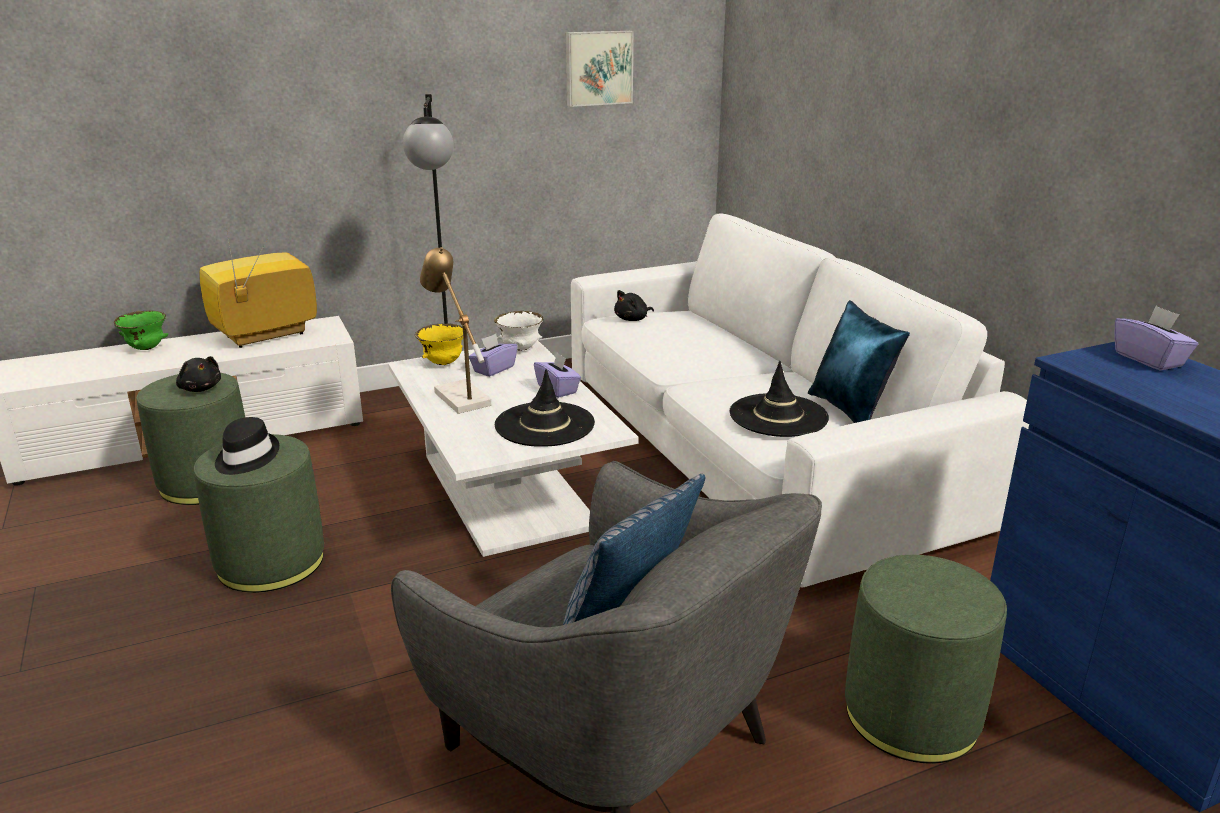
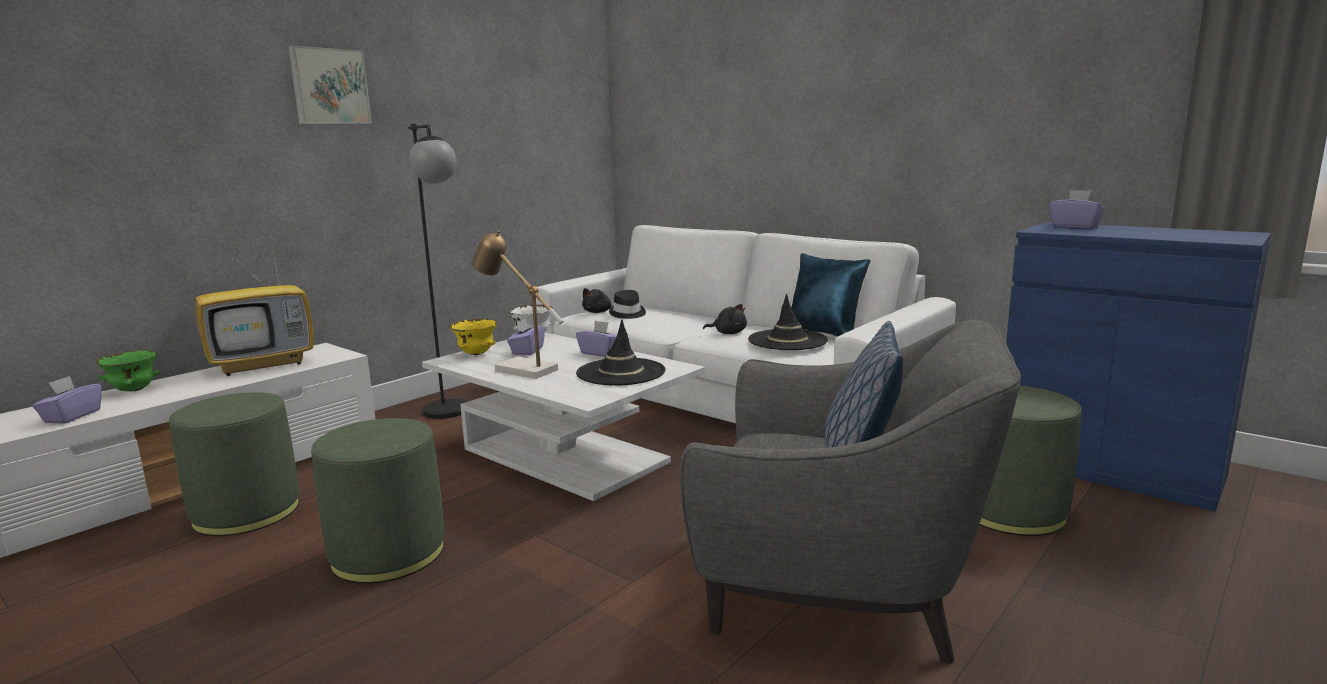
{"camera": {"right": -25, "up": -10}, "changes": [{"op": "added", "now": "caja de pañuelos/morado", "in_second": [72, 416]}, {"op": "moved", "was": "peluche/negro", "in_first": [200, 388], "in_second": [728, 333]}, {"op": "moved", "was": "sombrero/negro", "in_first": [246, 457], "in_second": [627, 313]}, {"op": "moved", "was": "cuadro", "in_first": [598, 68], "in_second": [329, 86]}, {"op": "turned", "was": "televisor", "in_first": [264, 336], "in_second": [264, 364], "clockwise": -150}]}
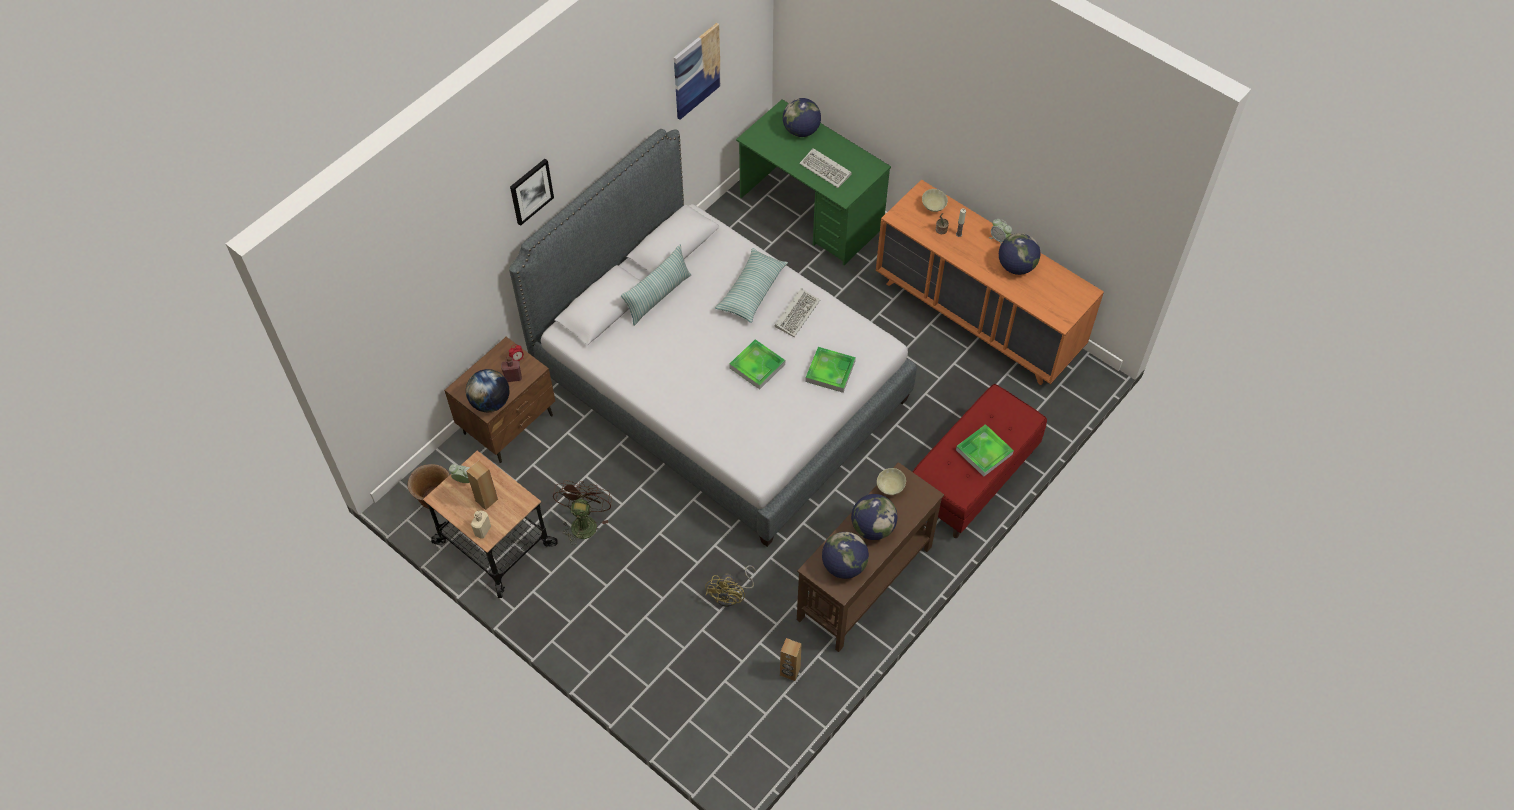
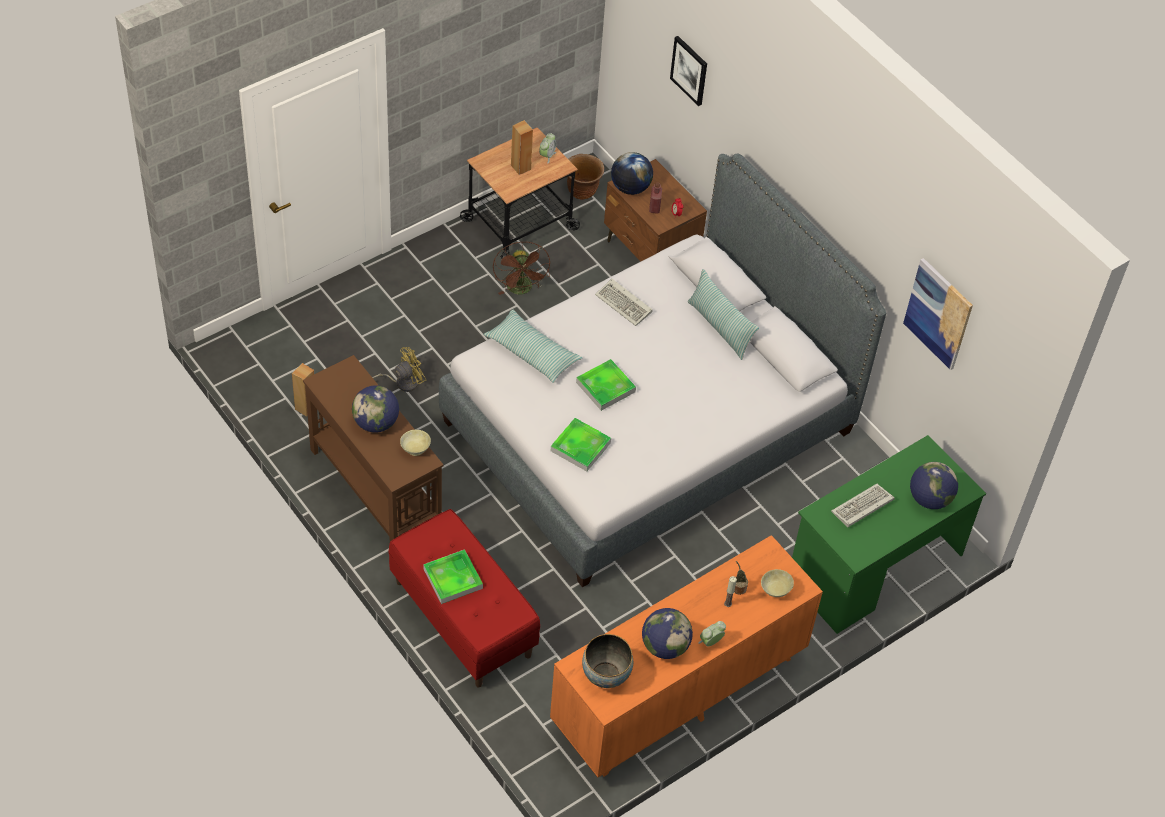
{"camera": {"right": 100, "up": -5}, "changes": [{"op": "removed", "was": "botella/beis", "in_first": [482, 530]}, {"op": "removed", "was": "globo terráqueo", "in_first": [844, 565]}, {"op": "added", "now": "cuenco", "in_second": [606, 675]}, {"op": "moved", "was": "cuadro", "in_first": [531, 191], "in_second": [689, 70]}, {"op": "moved", "was": "cojín", "in_first": [752, 291], "in_second": [532, 352]}, {"op": "moved", "was": "teclado", "in_first": [797, 313], "in_second": [625, 304]}, {"op": "turned", "was": "ventilador/marrón", "in_first": [584, 522], "in_second": [521, 290], "clockwise": 60}, {"op": "turned", "was": "ventilador/amarillo", "in_first": [731, 595], "in_second": [402, 382], "clockwise": 120}]}
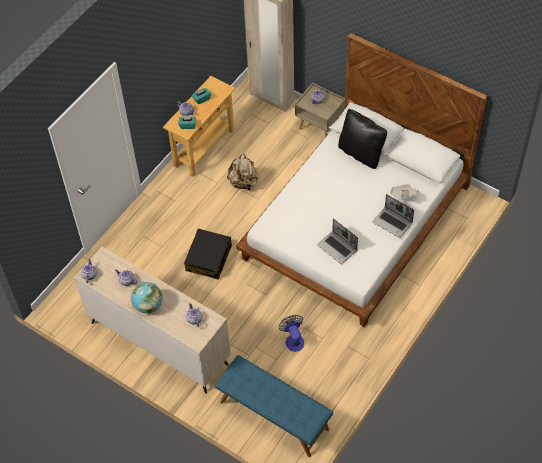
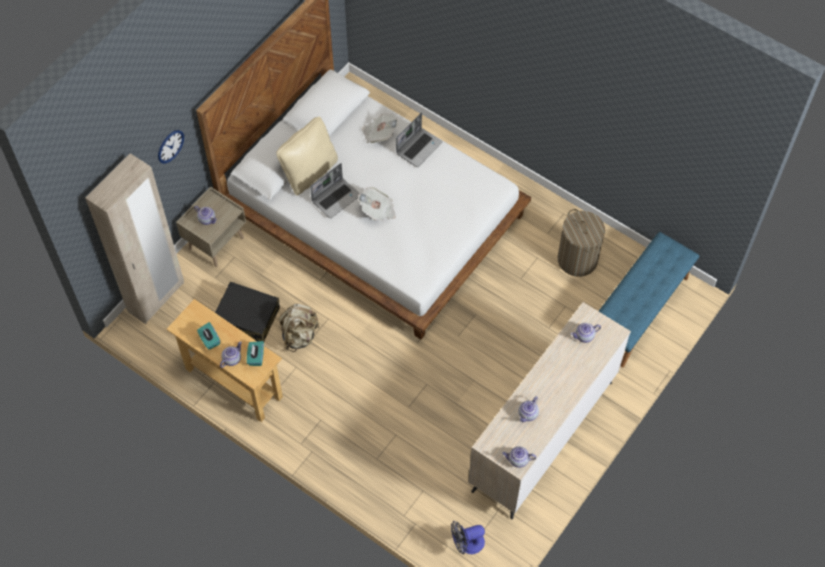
{"camera": {"right": -90, "up": 5}, "changes": [{"op": "removed", "was": "globo terráqueo", "in_first": [148, 305]}, {"op": "added", "now": "reloj de pared", "in_second": [170, 146]}, {"op": "added", "now": "periódico", "in_second": [378, 210]}, {"op": "added", "now": "cesto de la ropa", "in_second": [577, 259]}, {"op": "moved", "was": "maleta/negro", "in_first": [209, 258], "in_second": [247, 318]}, {"op": "moved", "was": "ventilador", "in_first": [293, 339], "in_second": [467, 544]}, {"op": "moved", "was": "portátil", "in_first": [337, 248], "in_second": [336, 198]}, {"op": "recoloured", "was": "cojín/negro", "now": "cojín/beis", "in_first": [361, 153], "in_second": [309, 172]}]}
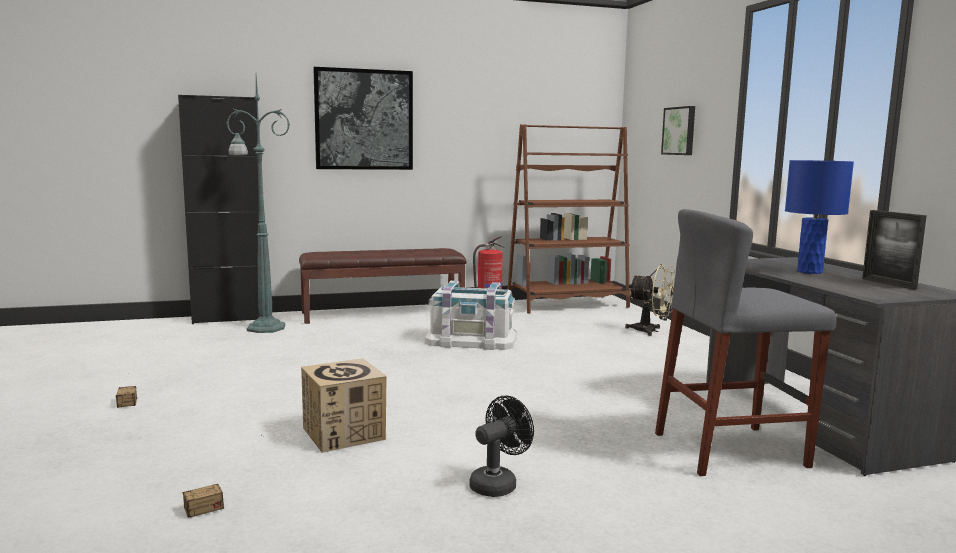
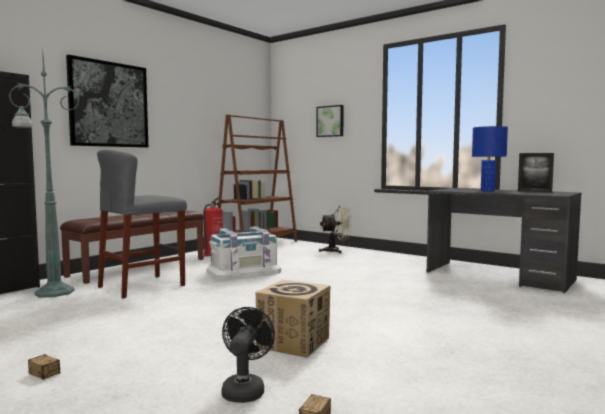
{"camera": {"right": -35, "up": -5}, "changes": [{"op": "moved", "was": "ventilador/negro", "in_first": [498, 484], "in_second": [245, 389]}, {"op": "moved", "was": "taburete/gris", "in_first": [730, 450], "in_second": [142, 286]}]}
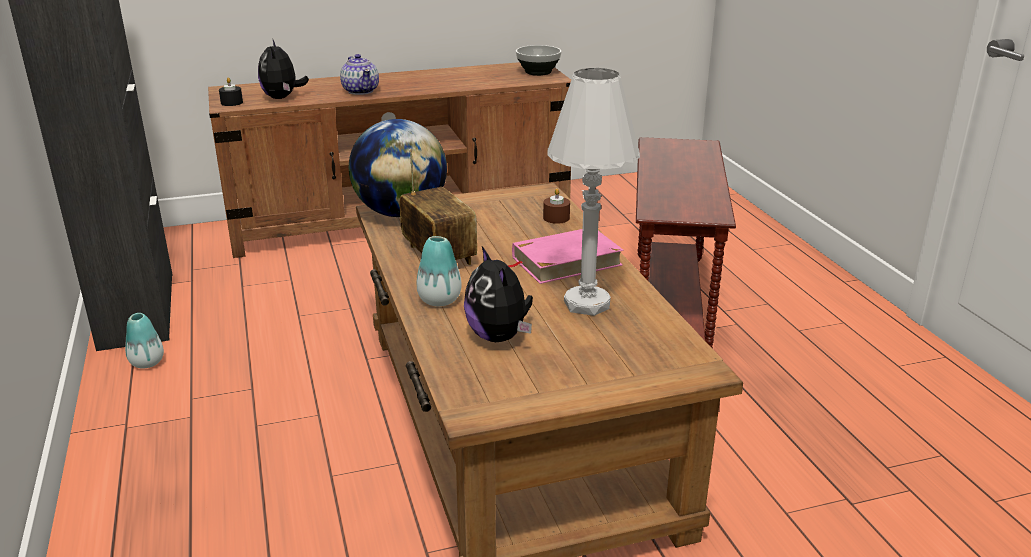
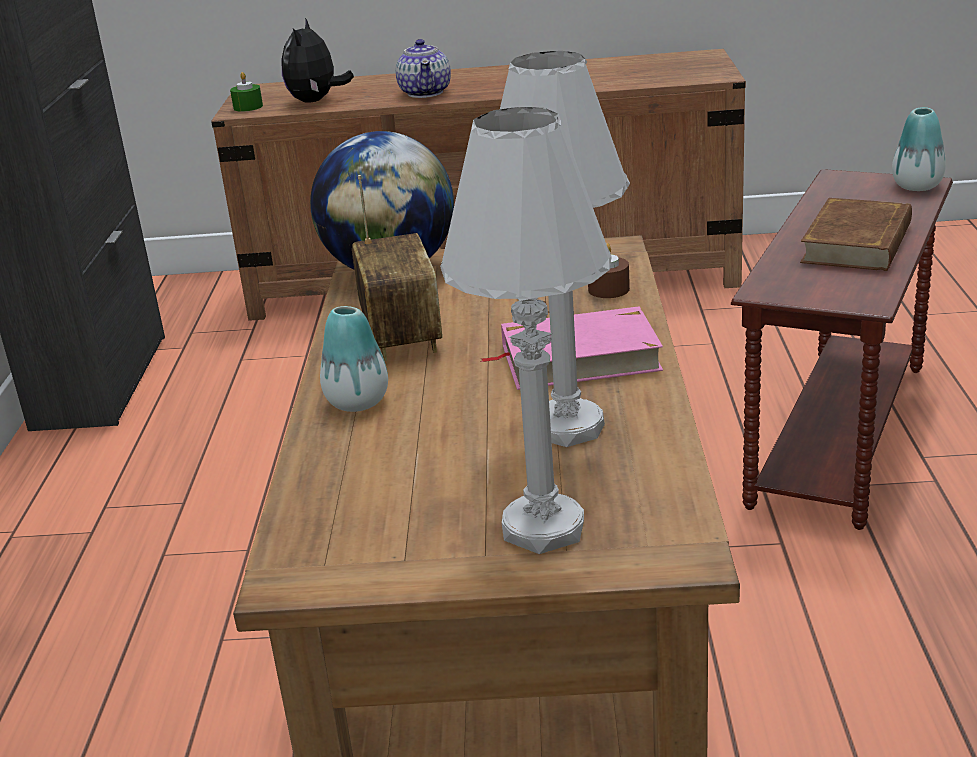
{"camera": {"right": 20, "up": 0}, "changes": [{"op": "removed", "was": "peluche", "in_first": [499, 336]}, {"op": "removed", "was": "cuenco", "in_first": [537, 72]}, {"op": "added", "now": "lámpara de mesa/blanco", "in_second": [543, 529]}, {"op": "added", "now": "libro/marrón", "in_second": [858, 243]}, {"op": "moved", "was": "florero", "in_first": [147, 363], "in_second": [917, 186]}, {"op": "recoloured", "was": "vela/negro", "now": "vela/verde", "in_first": [232, 102], "in_second": [248, 107]}]}
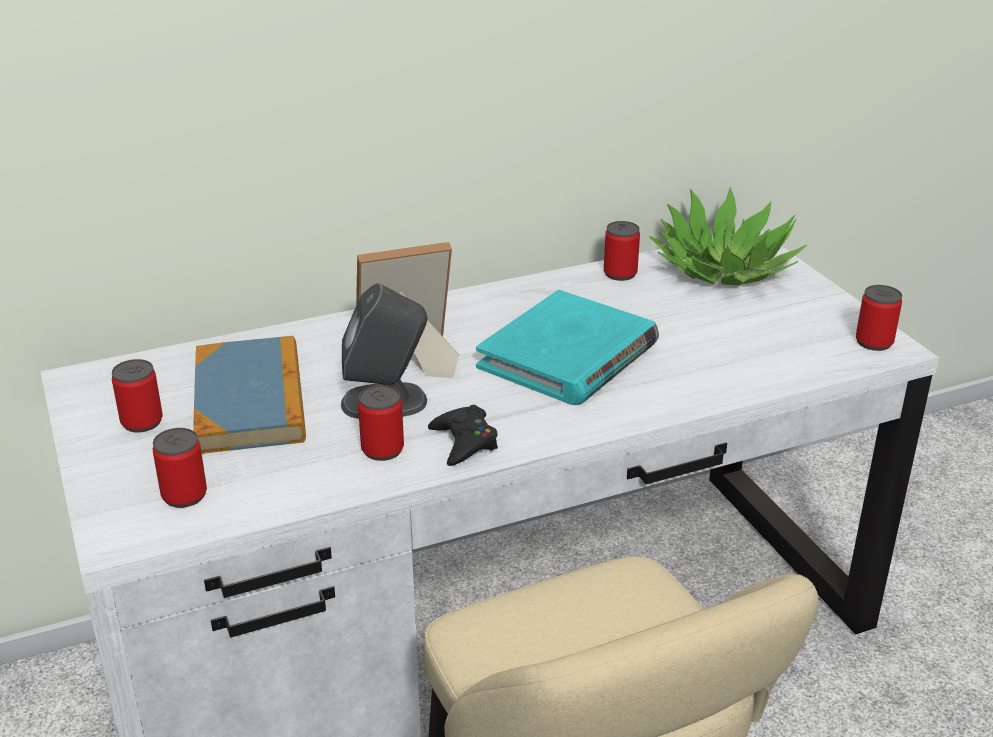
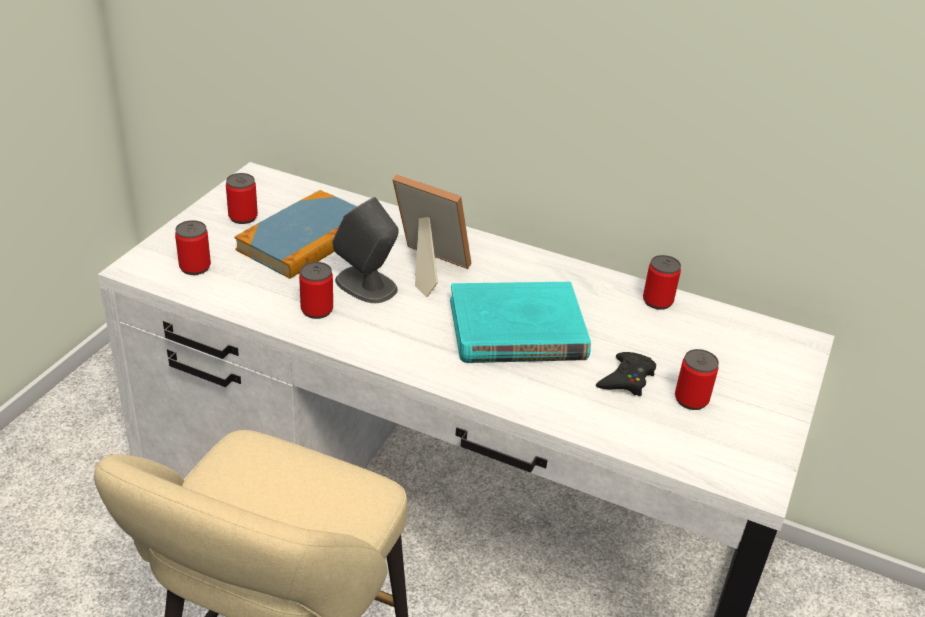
{"camera": {"right": 45, "up": 5}, "changes": [{"op": "removed", "was": "planta en maceta", "in_first": [724, 268]}, {"op": "moved", "was": "mando de consola/negro", "in_first": [464, 442], "in_second": [626, 379]}, {"op": "moved", "was": "lata", "in_first": [874, 342], "in_second": [691, 399]}]}
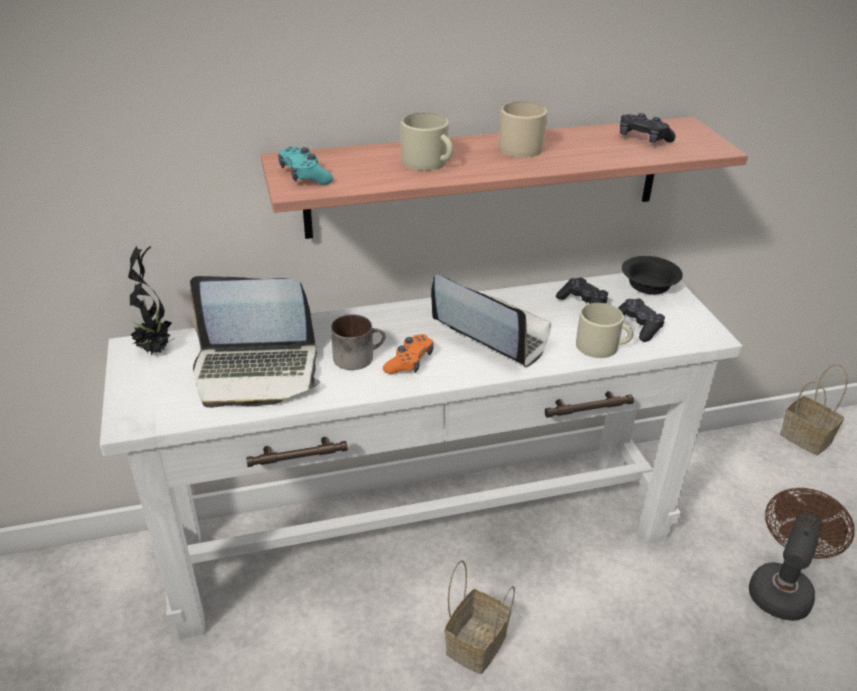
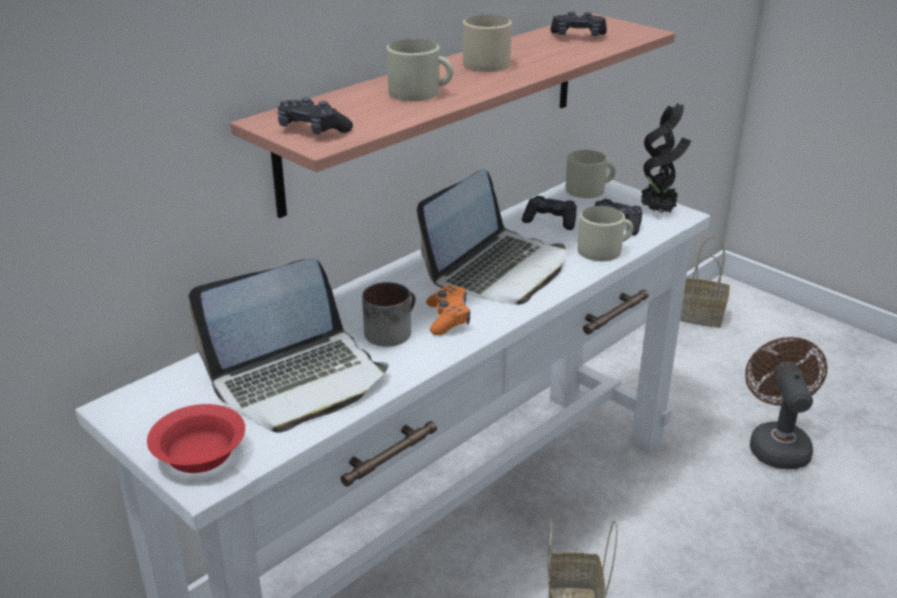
{"camera": {"right": -30, "up": -5}, "changes": [{"op": "added", "now": "cuenco/rojo", "in_second": [200, 453]}, {"op": "moved", "was": "planta en maceta", "in_first": [156, 350], "in_second": [659, 211]}, {"op": "replaced", "was": "cuenco/negro", "now": "taza grande/beis", "in_first": [650, 285], "in_second": [590, 189]}, {"op": "recoloured", "was": "mando de consola/turquesa", "now": "mando de consola/negro", "in_first": [304, 176], "in_second": [313, 130]}, {"op": "turned", "was": "portátil", "in_first": [491, 333], "in_second": [497, 270], "clockwise": 120}]}
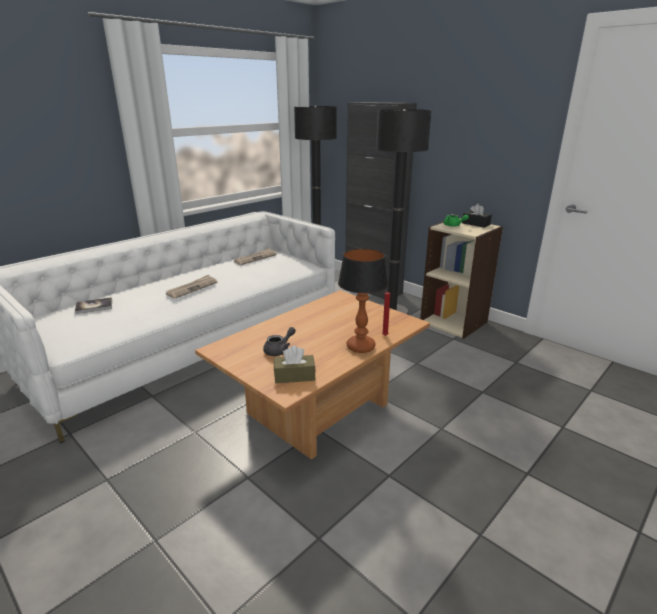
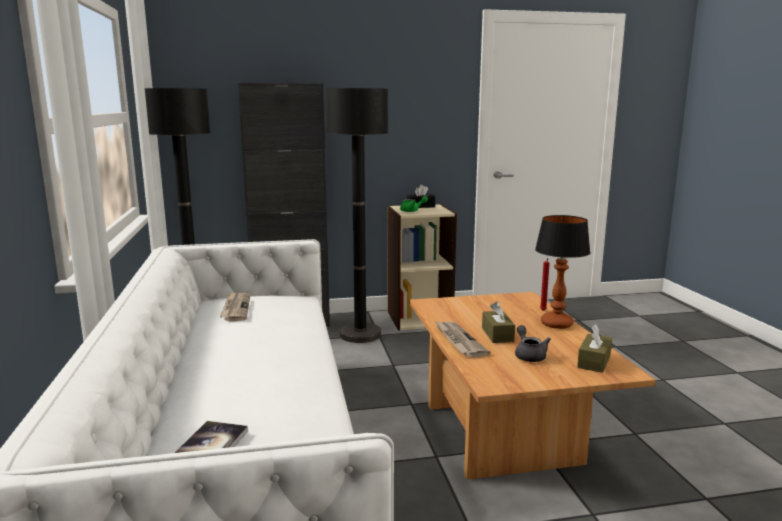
{"camera": {"right": -55, "up": -10}, "changes": [{"op": "added", "now": "caja de pañuelos/marrón", "in_second": [497, 334]}, {"op": "moved", "was": "periódico", "in_first": [192, 288], "in_second": [458, 341]}]}
